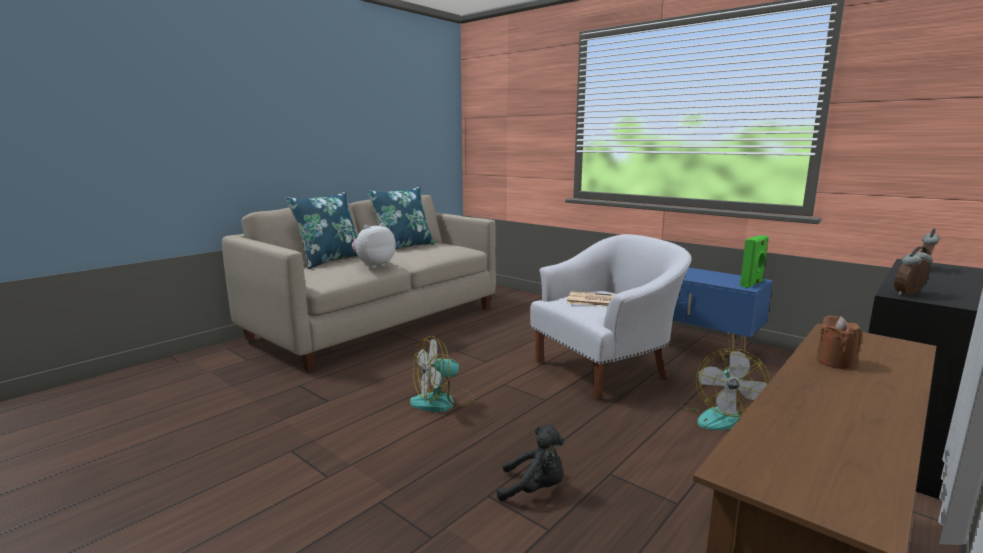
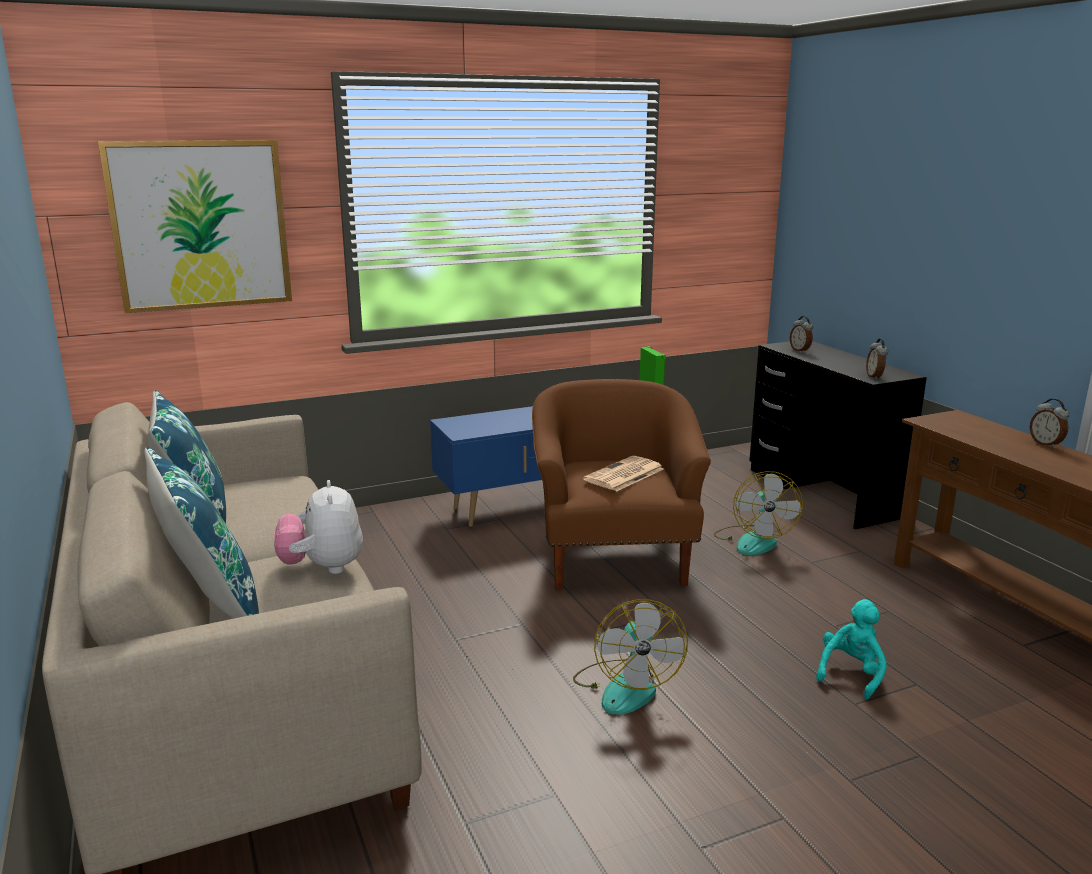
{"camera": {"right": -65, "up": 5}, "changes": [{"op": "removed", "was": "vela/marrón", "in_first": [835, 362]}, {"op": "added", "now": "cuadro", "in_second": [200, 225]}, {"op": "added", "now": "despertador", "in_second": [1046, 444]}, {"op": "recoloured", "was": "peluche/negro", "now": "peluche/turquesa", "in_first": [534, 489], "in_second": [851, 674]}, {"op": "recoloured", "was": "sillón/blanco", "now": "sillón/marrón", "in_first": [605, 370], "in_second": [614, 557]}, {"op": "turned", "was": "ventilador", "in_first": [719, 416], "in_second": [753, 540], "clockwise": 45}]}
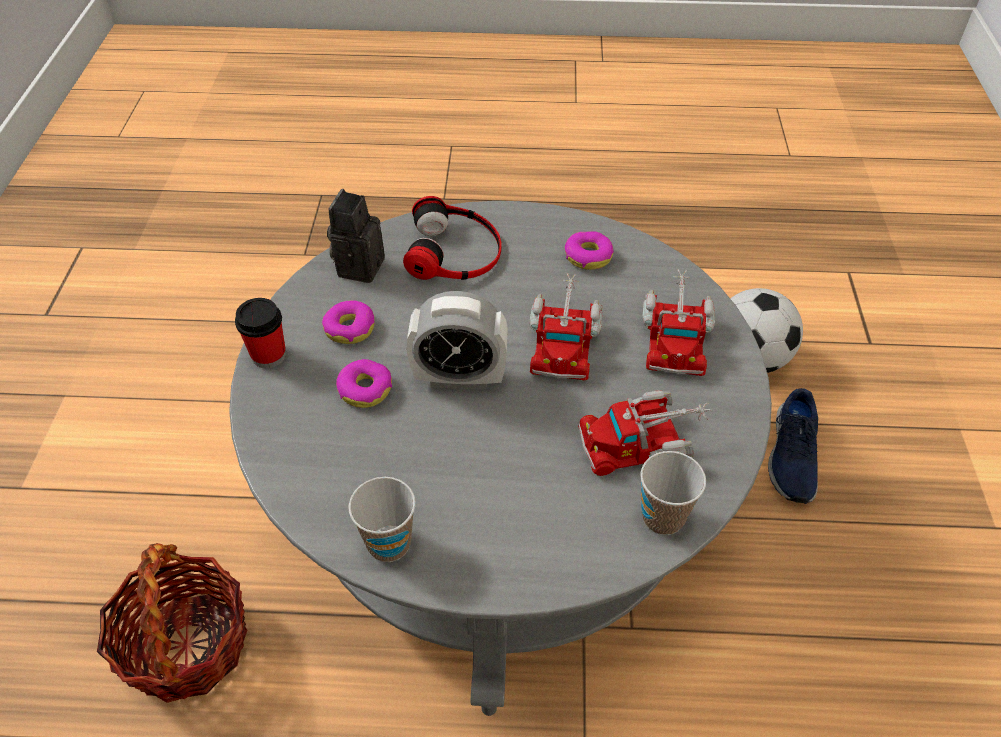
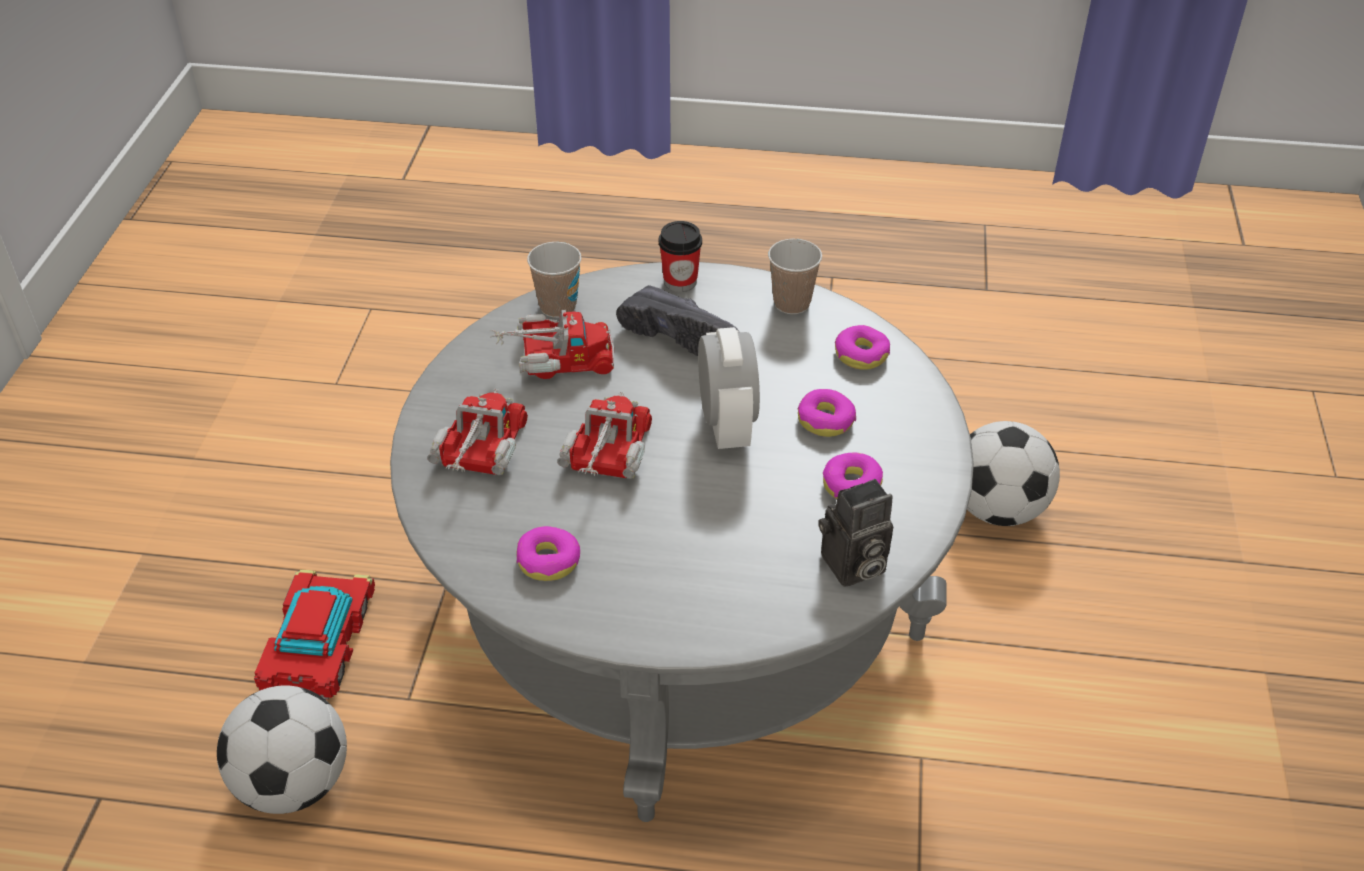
{"camera": {"right": -175, "up": -5}, "changes": [{"op": "removed", "was": "auriculares", "in_first": [455, 251]}, {"op": "added", "now": "zapato/negro", "in_second": [684, 335]}, {"op": "added", "now": "rosquilla", "in_second": [861, 354]}, {"op": "moved", "was": "taza", "in_first": [268, 355], "in_second": [680, 281]}, {"op": "replaced", "was": "cesta", "now": "balón de fútbol", "in_first": [187, 645], "in_second": [997, 509]}, {"op": "replaced", "was": "zapato/azul", "now": "coche de juguete", "in_first": [791, 457], "in_second": [317, 642]}, {"op": "turned", "was": "cámara", "in_first": [359, 265], "in_second": [852, 567], "clockwise": 45}, {"op": "turned", "was": "despertador", "in_first": [459, 377], "in_second": [726, 426], "clockwise": 75}]}
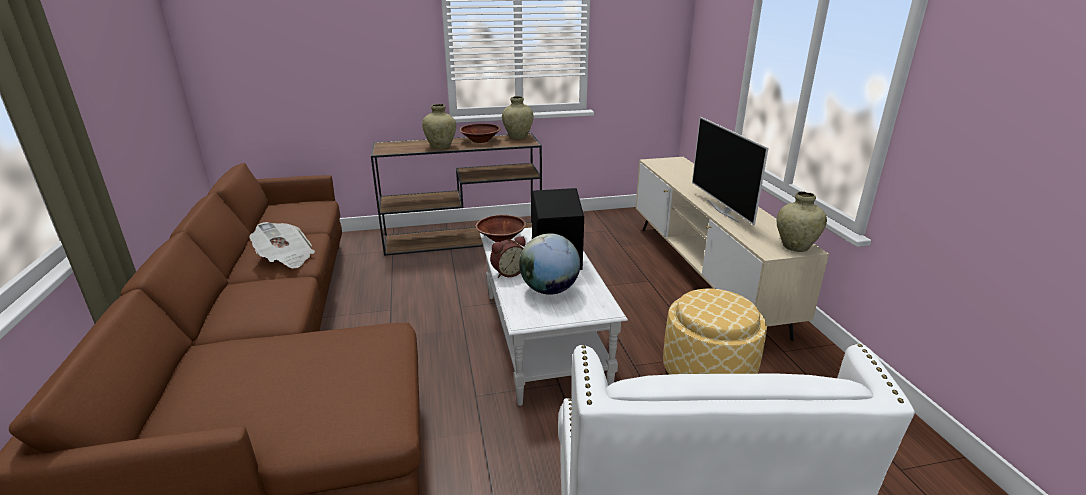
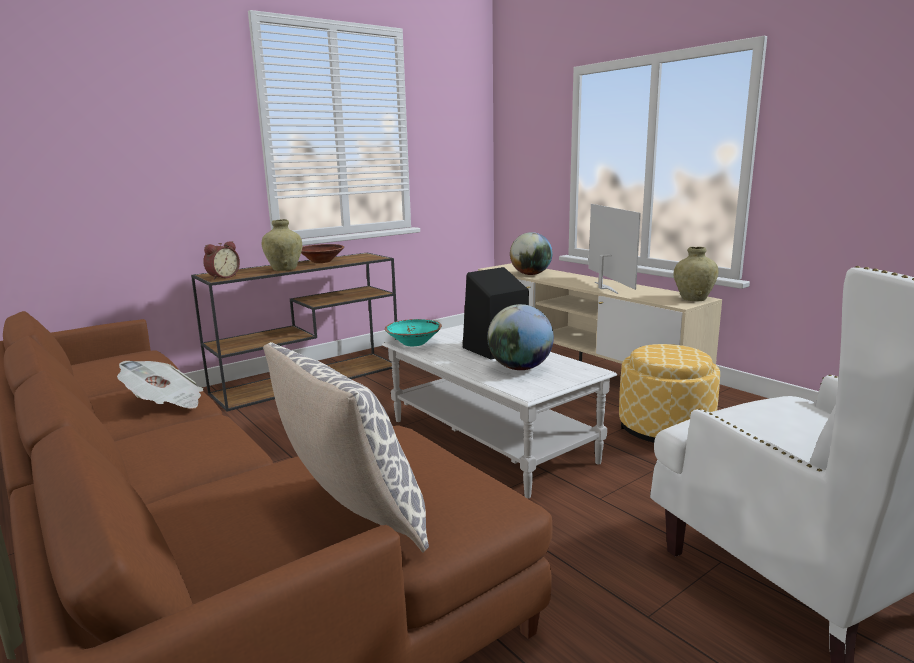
{"camera": {"right": -25, "up": -10}, "changes": [{"op": "removed", "was": "florero/beis", "in_first": [518, 137]}, {"op": "added", "now": "cojín", "in_second": [352, 518]}, {"op": "added", "now": "globo terráqueo", "in_second": [531, 274]}, {"op": "moved", "was": "despertador", "in_first": [508, 272], "in_second": [222, 277]}, {"op": "recoloured", "was": "cuenco/marrón", "now": "cuenco/turquesa", "in_first": [501, 238], "in_second": [414, 343]}, {"op": "turned", "was": "televisor", "in_first": [723, 211], "in_second": [604, 288], "clockwise": -150}]}
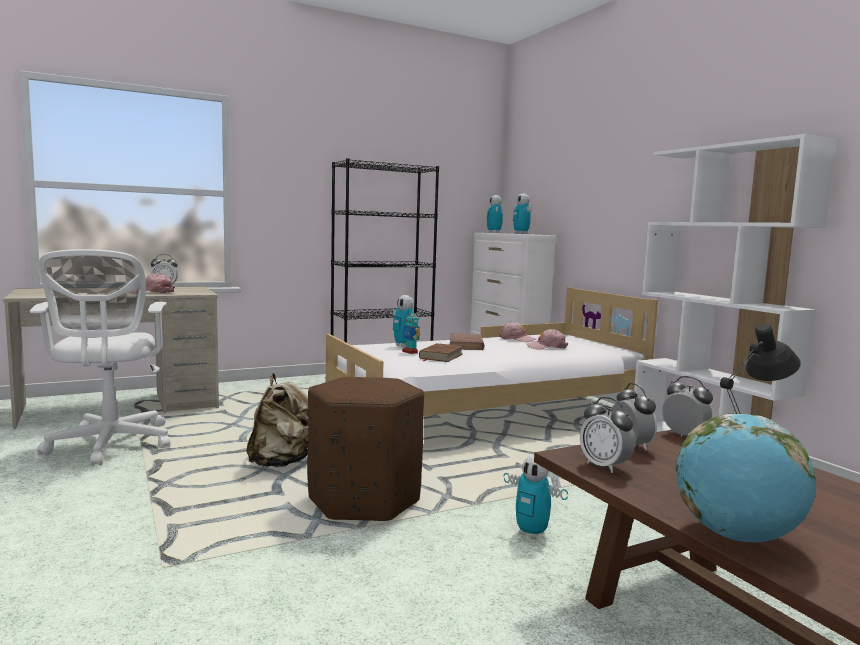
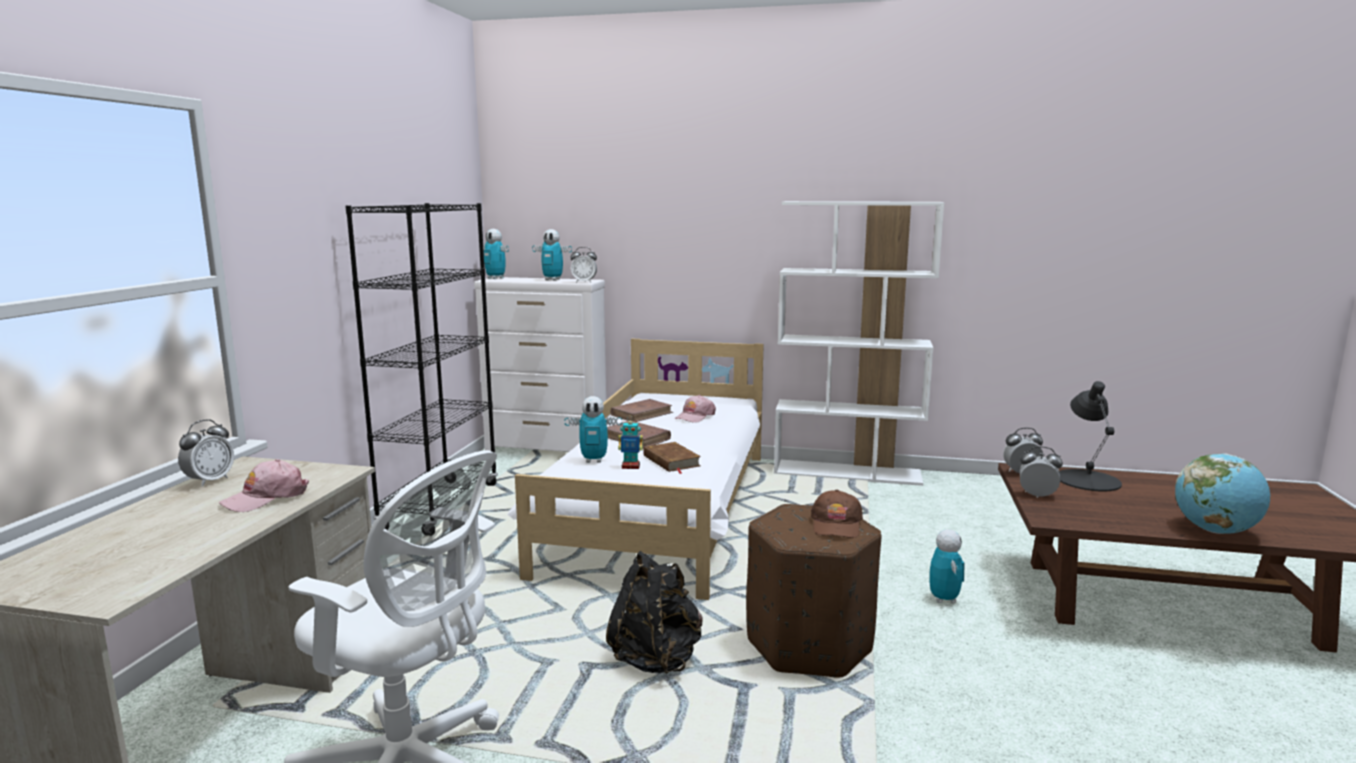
{"camera": {"right": -50, "up": 5}, "changes": [{"op": "added", "now": "gorra/marrón", "in_second": [836, 524]}, {"op": "moved", "was": "despertador", "in_first": [605, 466], "in_second": [584, 282]}, {"op": "replaced", "was": "gorra/rosa", "now": "libro/marrón", "in_first": [516, 339], "in_second": [641, 414]}, {"op": "recoloured", "was": "mochila/beis", "now": "mochila/negro", "in_first": [282, 463], "in_second": [656, 658]}, {"op": "turned", "was": "robot de juguete", "in_first": [531, 533], "in_second": [943, 599], "clockwise": -75}]}
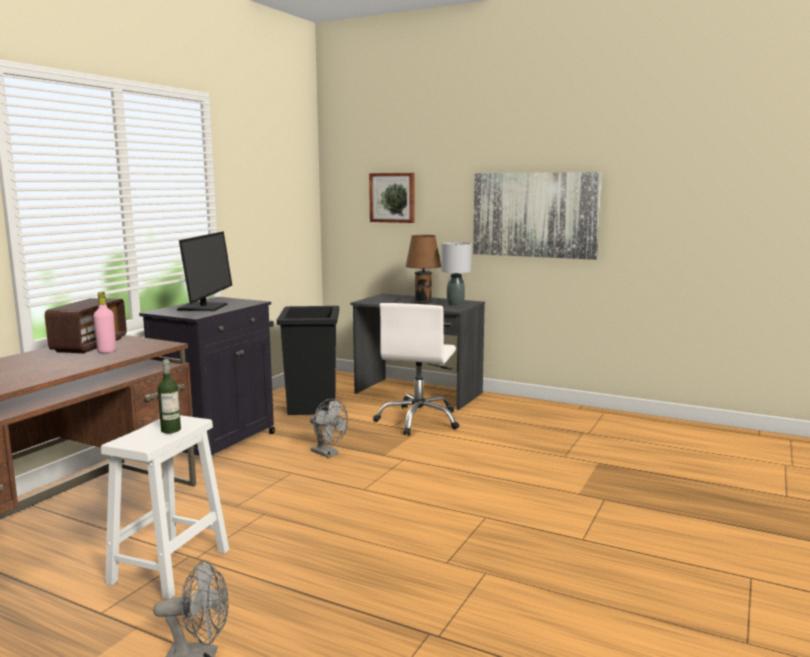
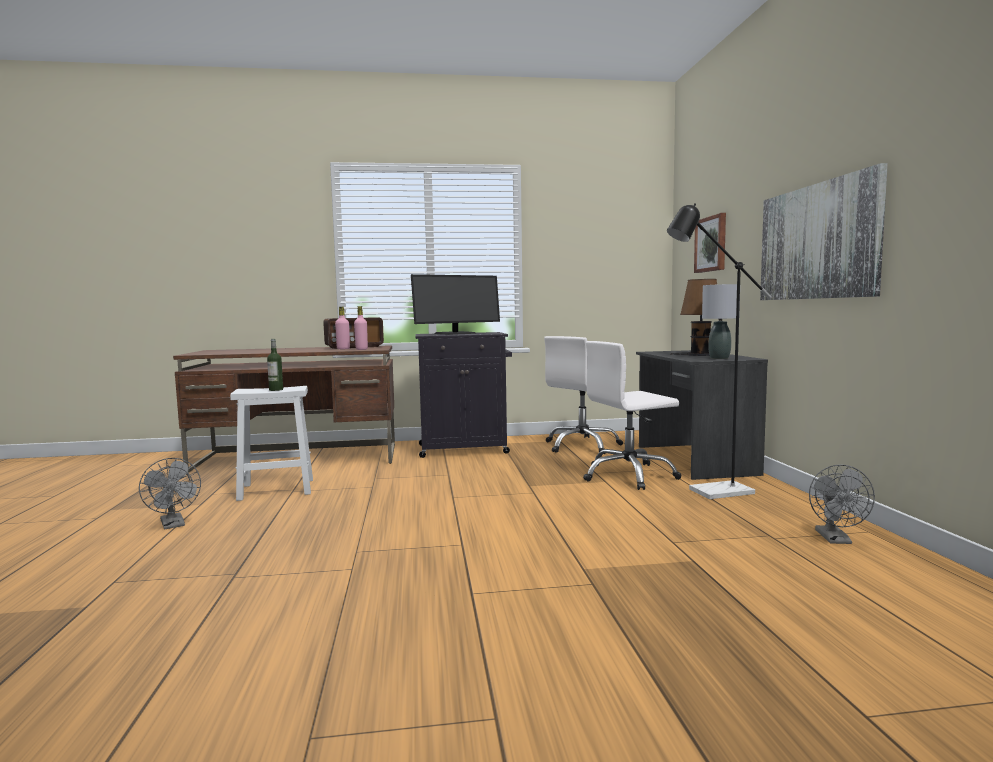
{"camera": {"right": 55, "up": -5}, "changes": [{"op": "added", "now": "botella/rosa", "in_second": [361, 349]}, {"op": "added", "now": "lámpara de pie/negro", "in_second": [712, 492]}, {"op": "moved", "was": "ventilador/gris", "in_first": [328, 454], "in_second": [836, 540]}, {"op": "replaced", "was": "papelera/negro", "now": "silla de oficina/blanco", "in_first": [311, 405], "in_second": [582, 446]}]}
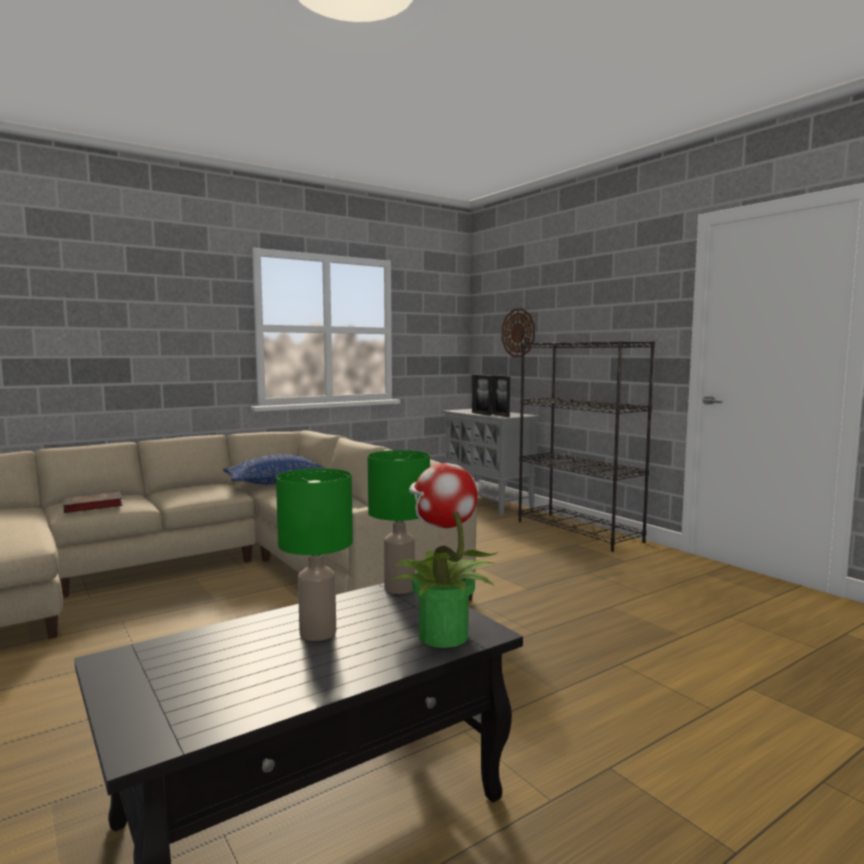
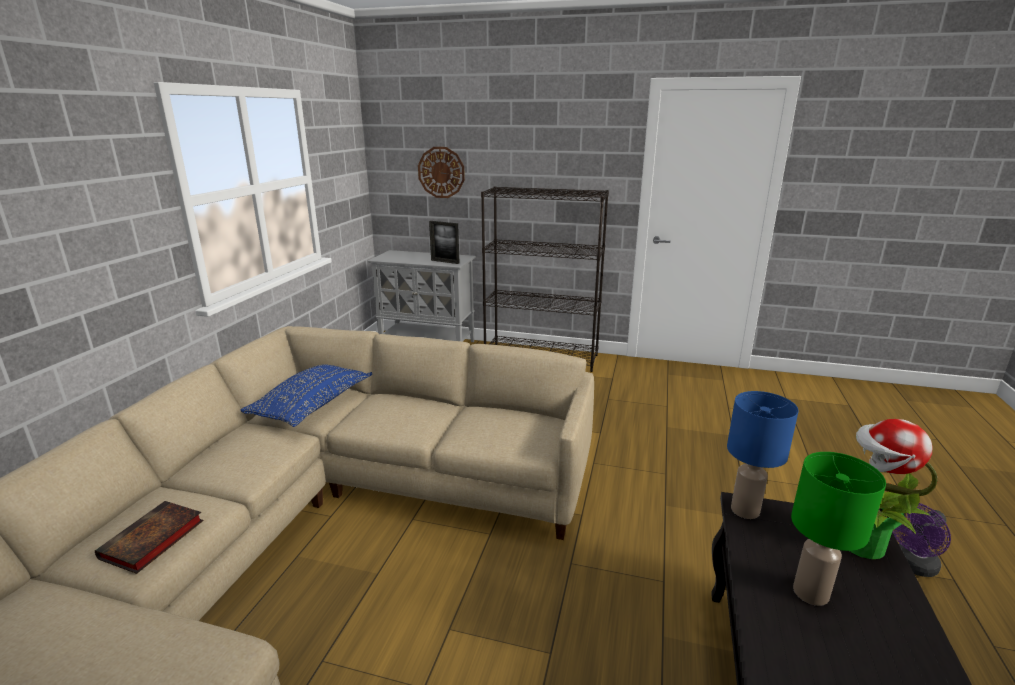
{"camera": {"right": -40, "up": 15}, "changes": [{"op": "removed", "was": "portarretratos", "in_first": [481, 414]}, {"op": "added", "now": "ventilador/morado", "in_second": [911, 565]}, {"op": "recoloured", "was": "lámpara de mesa/verde", "now": "lámpara de mesa/azul", "in_first": [400, 588], "in_second": [745, 509]}]}
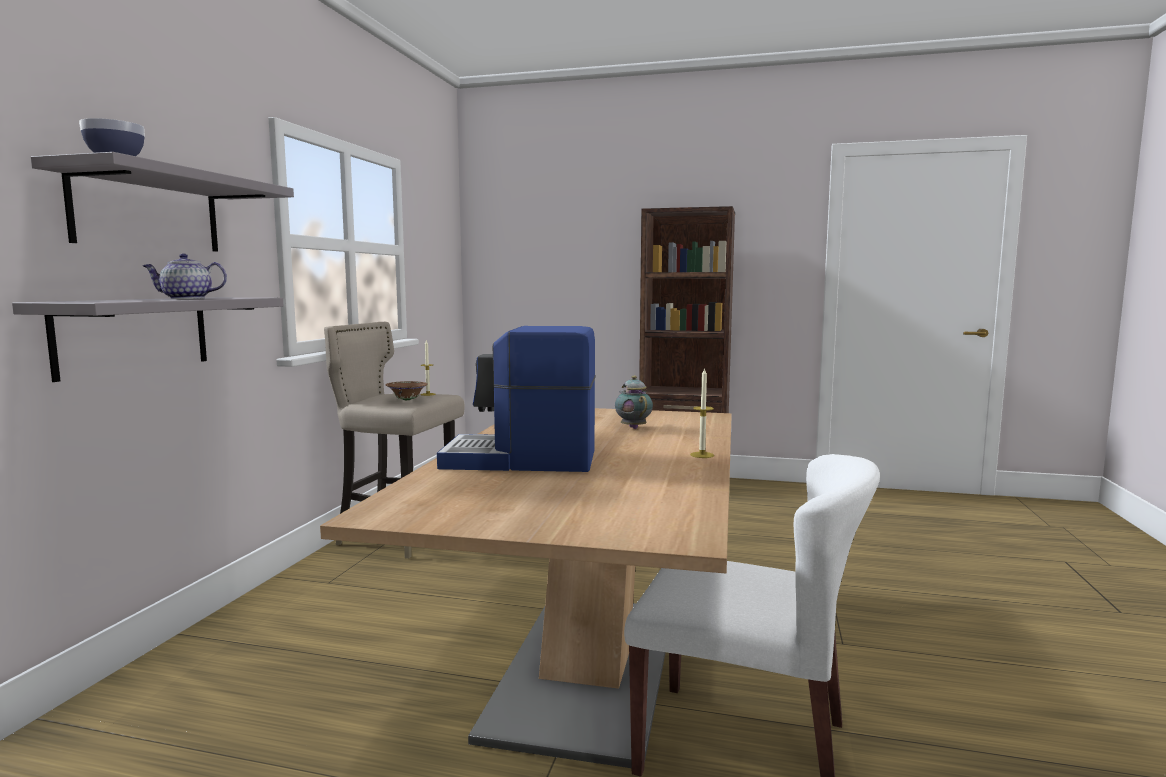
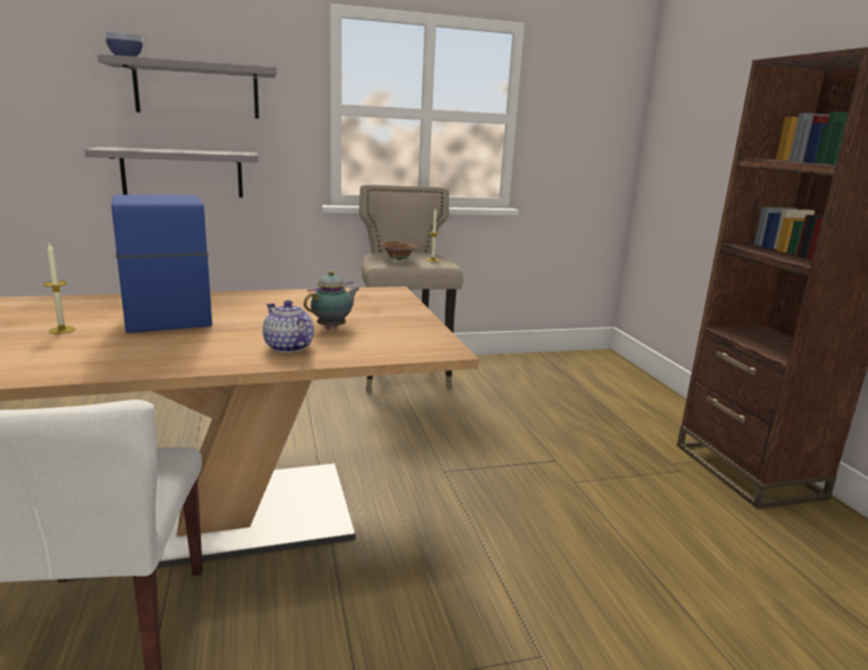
{"camera": {"right": 60, "up": 10}, "changes": [{"op": "moved", "was": "tetera", "in_first": [186, 298], "in_second": [287, 347]}, {"op": "moved", "was": "vela", "in_first": [702, 455], "in_second": [62, 330]}]}
